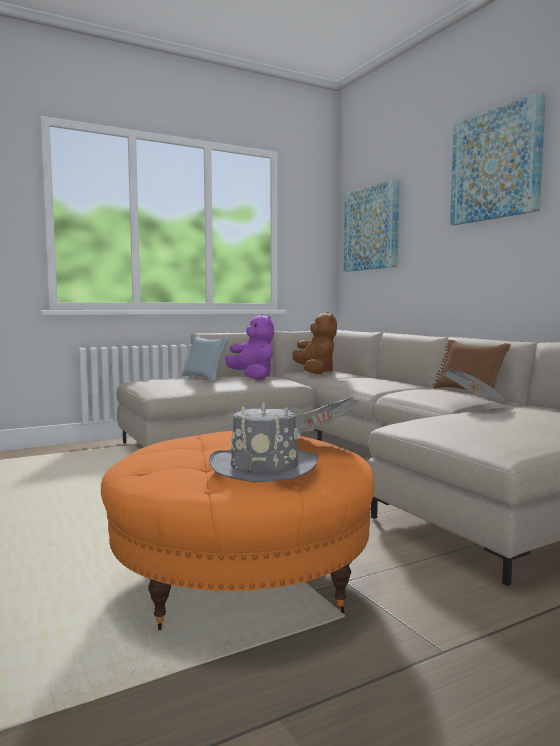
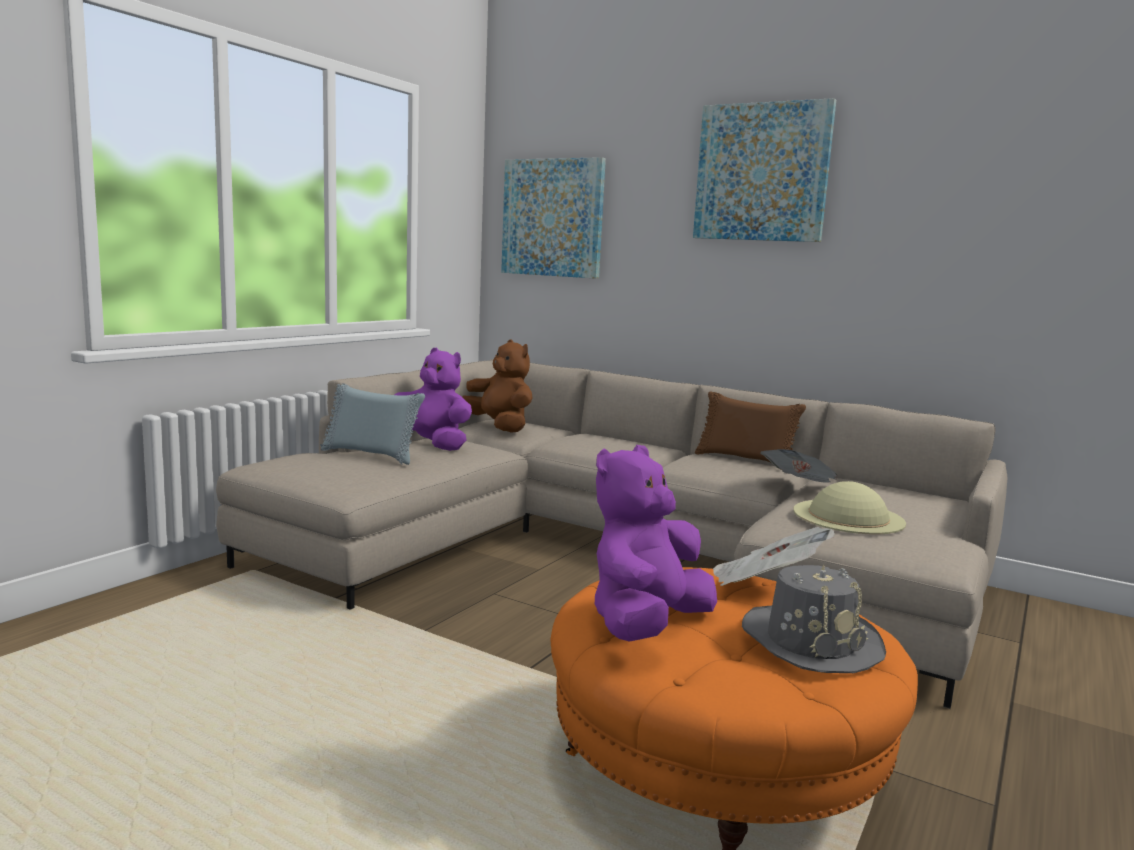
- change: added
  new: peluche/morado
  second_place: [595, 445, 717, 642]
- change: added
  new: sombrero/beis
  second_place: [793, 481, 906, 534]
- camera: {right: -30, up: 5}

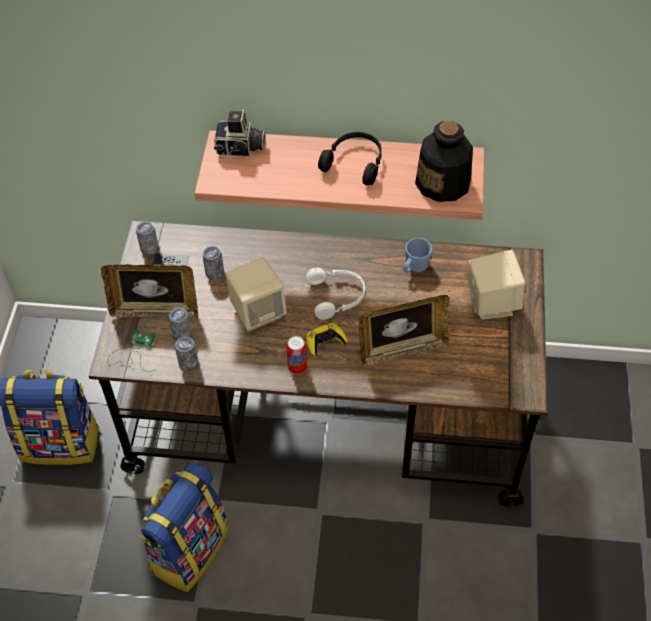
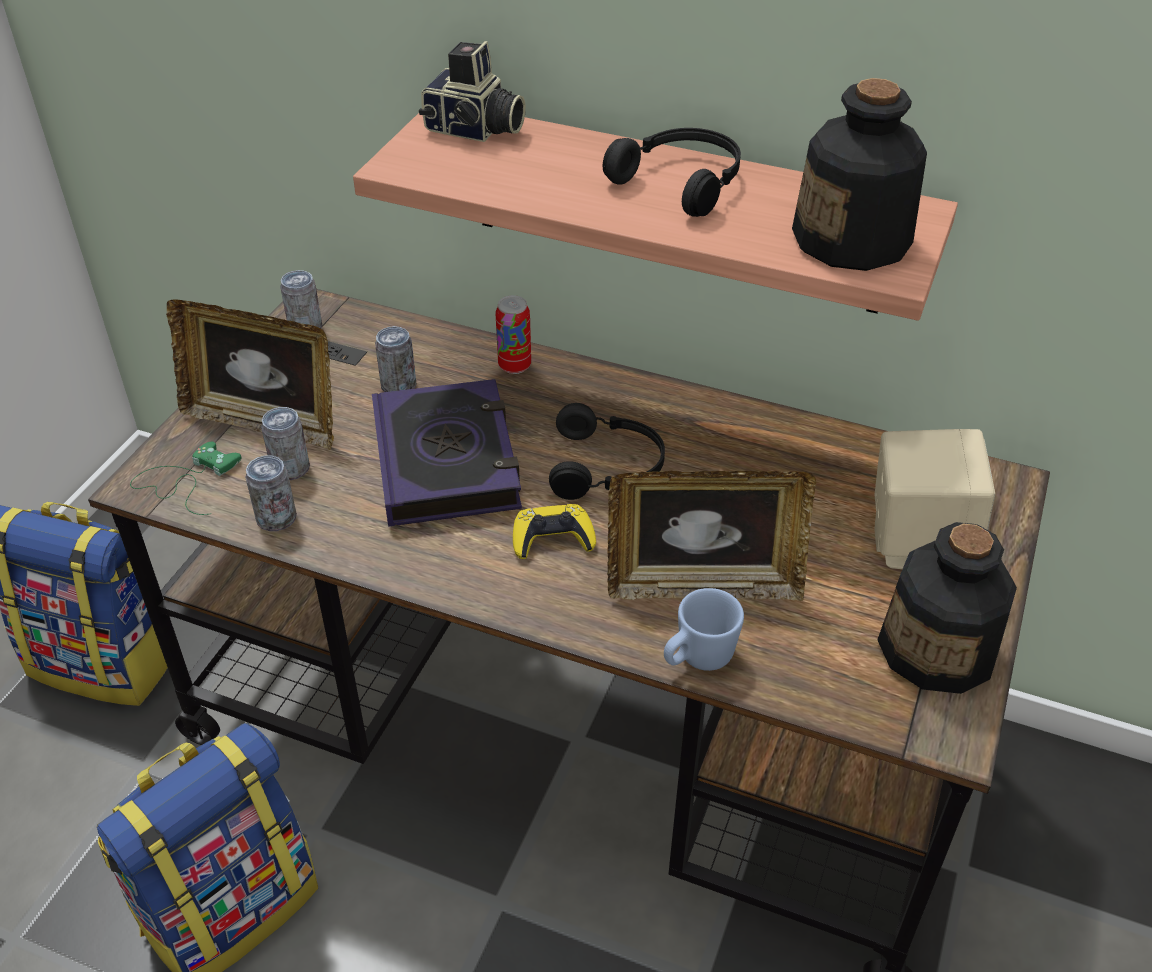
- change: replaced
  old: altavoz/beis
  new: libro
  first_place: [225, 258, 287, 331]
  second_place: [372, 379, 522, 527]
- change: moved
  old: lata
  first_place: [286, 336, 307, 374]
  second_place: [496, 295, 531, 374]
- change: recoloured
  old: auriculares/blanco
  new: auriculares/negro
  first_place: [306, 268, 365, 320]
  second_place: [549, 403, 665, 500]
- change: moved
  old: taza grande/azul
  first_place: [403, 238, 433, 273]
  second_place: [664, 588, 744, 671]
- change: added
  new: botella
  second_place: [877, 522, 1017, 694]
- camera: {right: 15, up: -10}

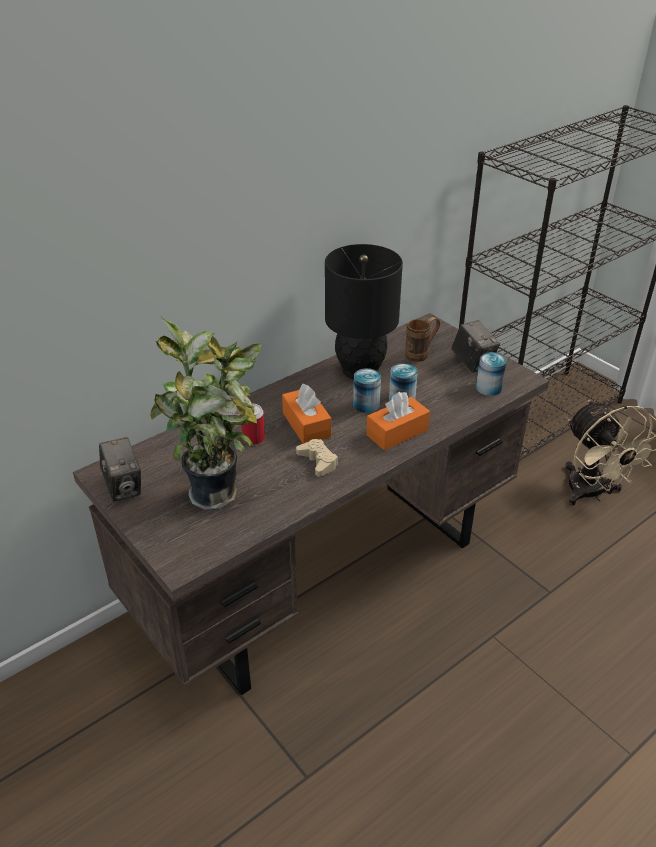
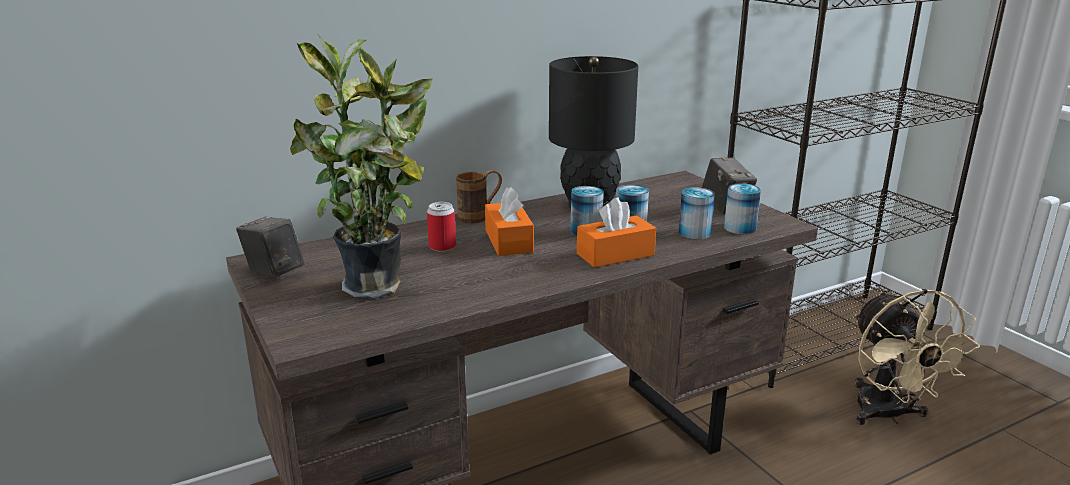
- change: turned
  old: cámara
  first_place: [99, 437, 141, 502]
  second_place: [236, 216, 305, 277]
  degrees: 150
- change: moved
  old: taza grande/marrón
  first_place: [405, 317, 440, 362]
  second_place: [456, 170, 502, 224]
- change: added
  new: lata
  second_place: [679, 187, 715, 239]
- change: removed
  old: mando de consola/beis
  first_place: [296, 439, 339, 477]
- camera: {right: 10, up: -15}

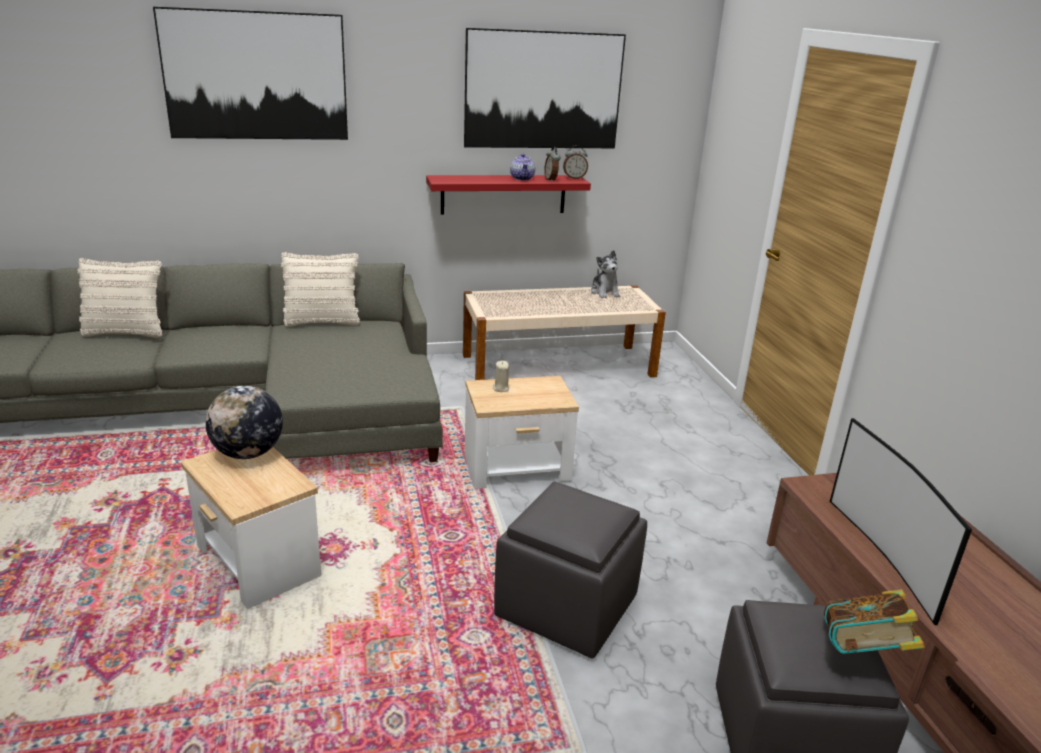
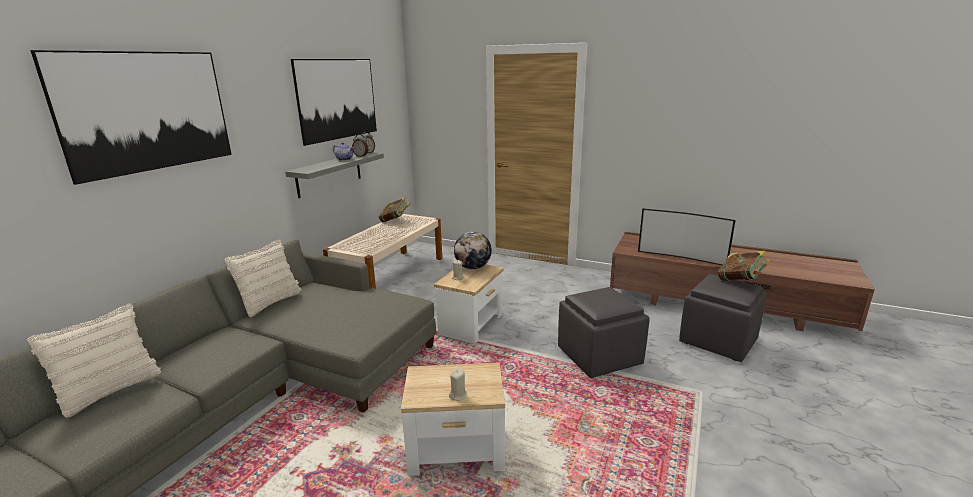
- change: recoloured
  old: estante/rojo
  new: estante/gris
  first_place: [426, 175, 591, 214]
  second_place: [285, 153, 384, 198]
- change: replaced
  old: peluche
  new: libro
  first_place: [591, 250, 620, 298]
  second_place: [379, 197, 410, 222]
- change: added
  new: vela/beis
  second_place: [449, 368, 467, 401]
- change: moved
  old: globo terráqueo
  first_place: [205, 386, 283, 459]
  second_place: [454, 231, 492, 269]
- camera: {right: -50, up: -5}

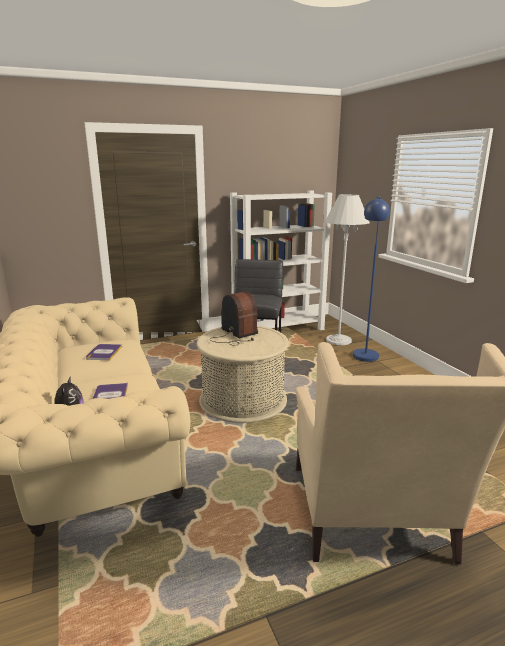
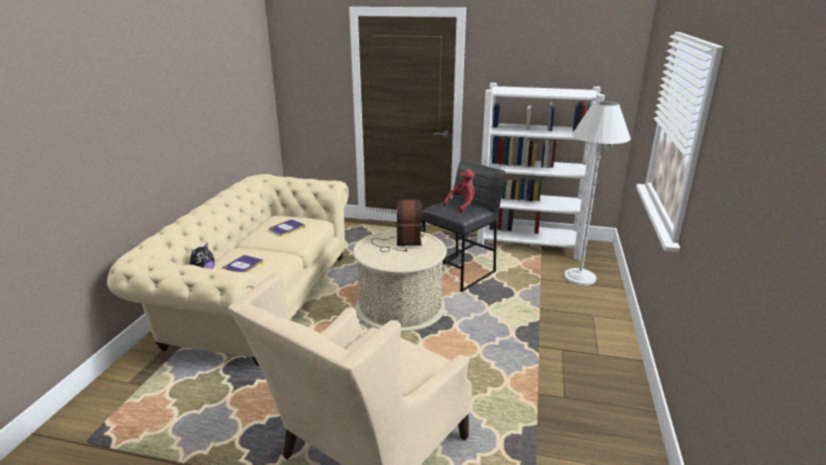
- change: added
  new: peluche/rojo
  second_place: [443, 169, 475, 213]
- change: removed
  old: lámpara de pie/azul
  first_place: [353, 196, 390, 362]
- camera: {right: 35, up: 5}

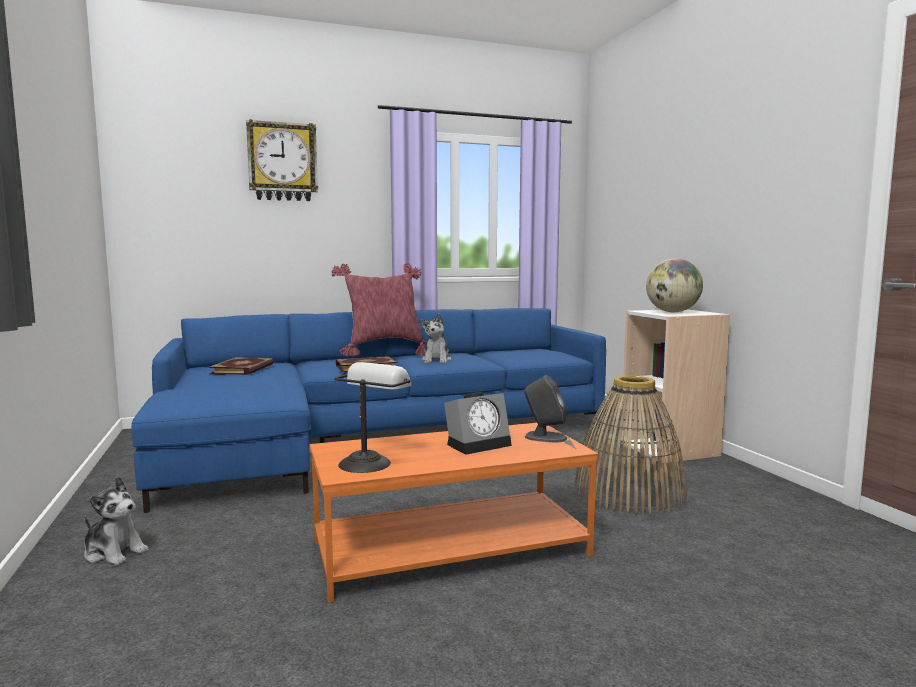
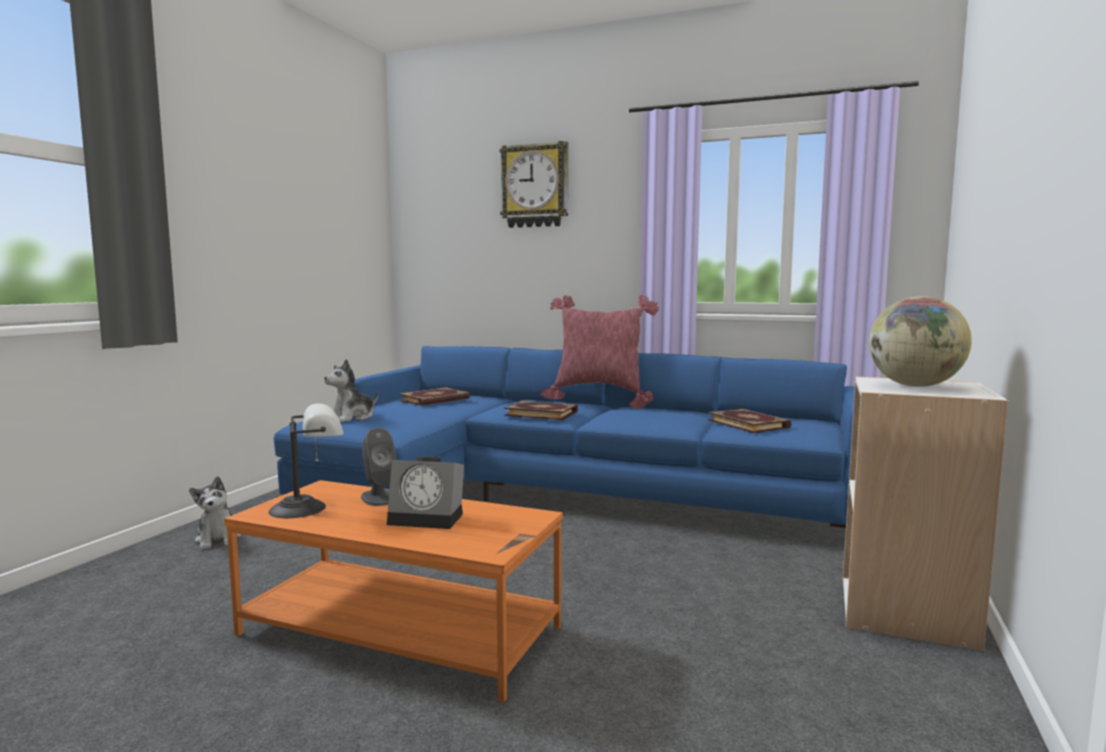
- change: moved
  old: peluche
  first_place: [421, 313, 452, 363]
  second_place: [324, 359, 378, 422]
- change: moved
  old: altavoz/gris
  first_place: [524, 375, 567, 442]
  second_place: [361, 428, 396, 506]
- change: added
  new: libro
  second_place: [708, 409, 791, 433]
- change: removed
  old: cesta
  first_place: [575, 376, 687, 515]
- camera: {right: 40, up: 0}

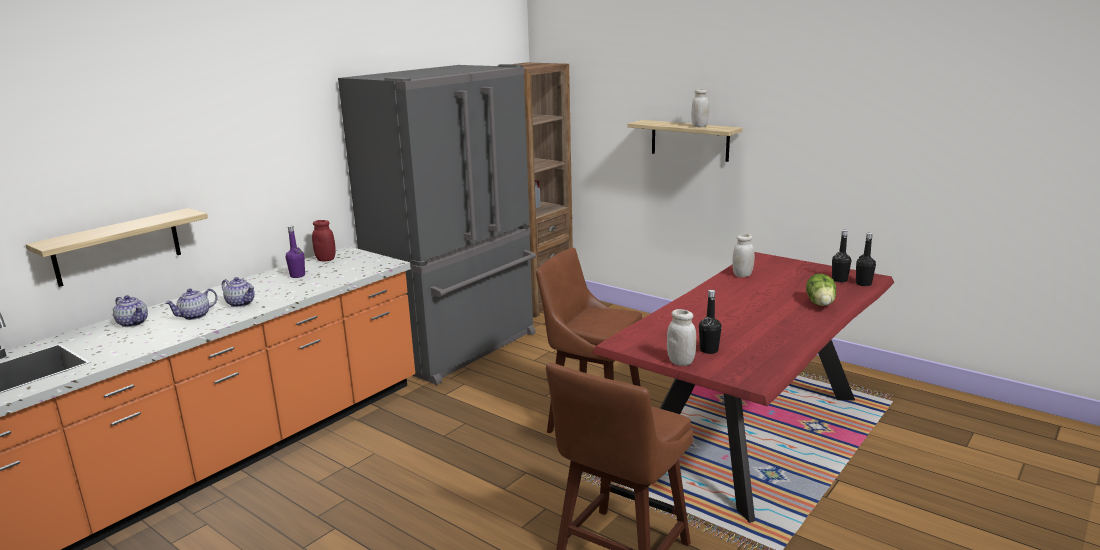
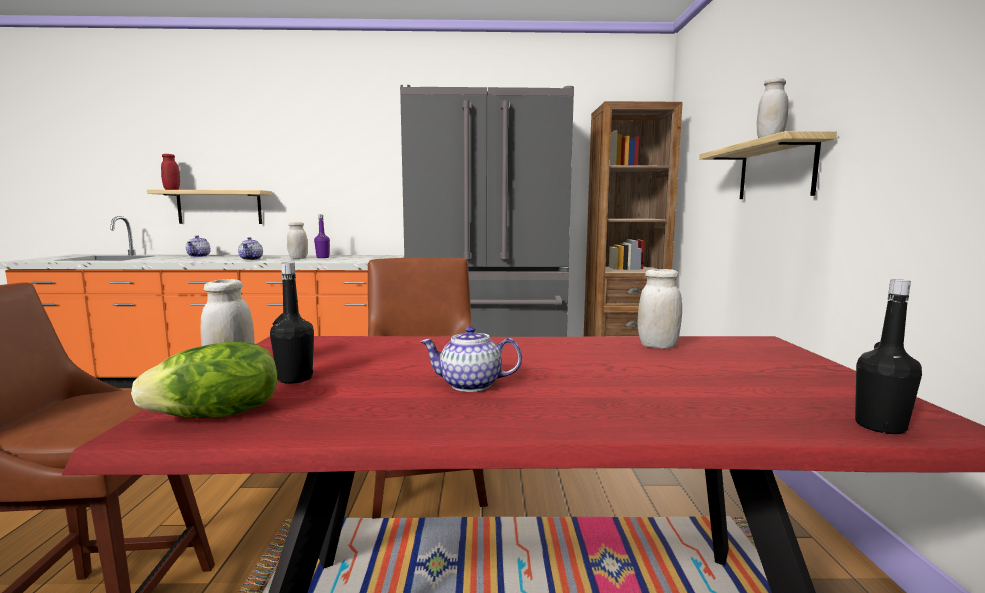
- change: moved
  old: lechuga
  first_place: [806, 274, 836, 306]
  second_place: [131, 342, 277, 418]
- change: moved
  old: tarro/rojo
  first_place: [312, 220, 336, 261]
  second_place: [161, 154, 180, 190]
- change: added
  new: tarro/blanco
  second_place: [287, 222, 308, 259]
- change: moved
  old: tetera
  first_place: [165, 289, 218, 320]
  second_place: [420, 326, 522, 392]
- change: removed
  old: botella/negro
  first_place: [832, 230, 851, 282]
- camera: {right: 50, up: -10}

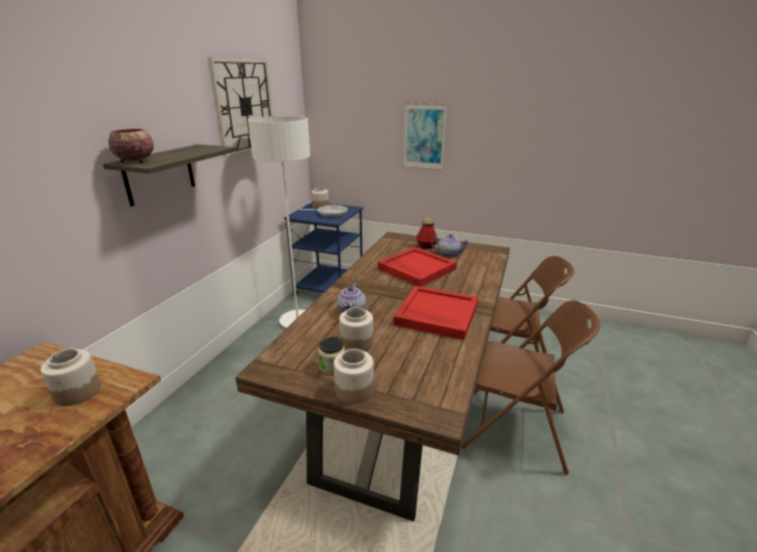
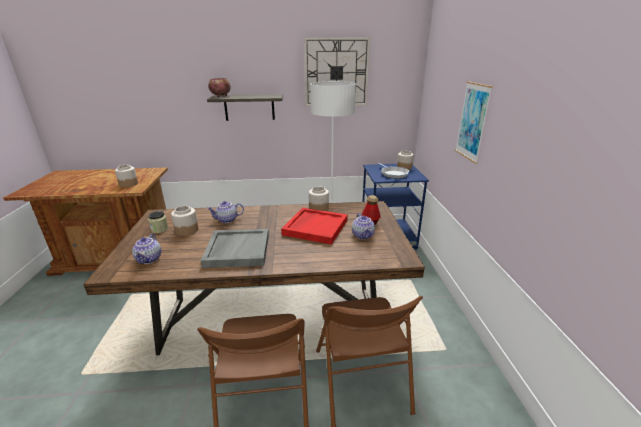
- change: added
  new: tetera
  second_place: [132, 233, 161, 264]
- change: recoloured
  old: bandeja/rojo
  new: bandeja/gris
  first_place: [394, 286, 478, 340]
  second_place: [201, 229, 269, 268]
- change: moved
  old: tarro
  first_place: [334, 349, 374, 404]
  second_place: [309, 186, 329, 211]
- camera: {right: 65, up: 0}

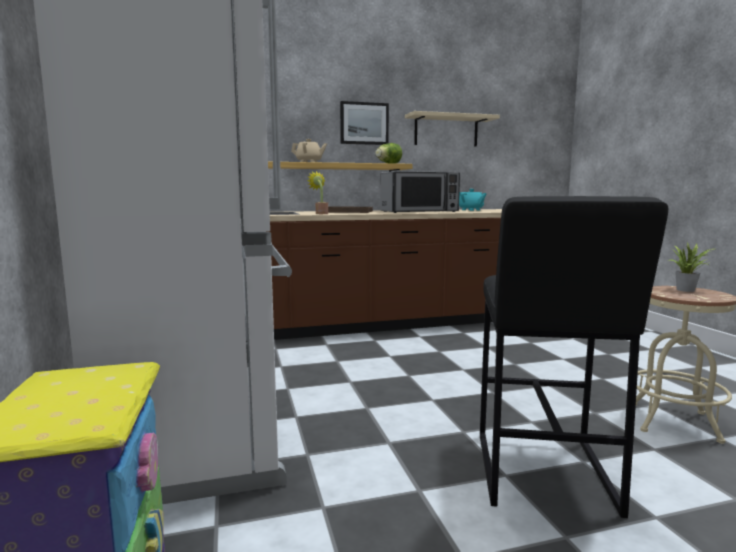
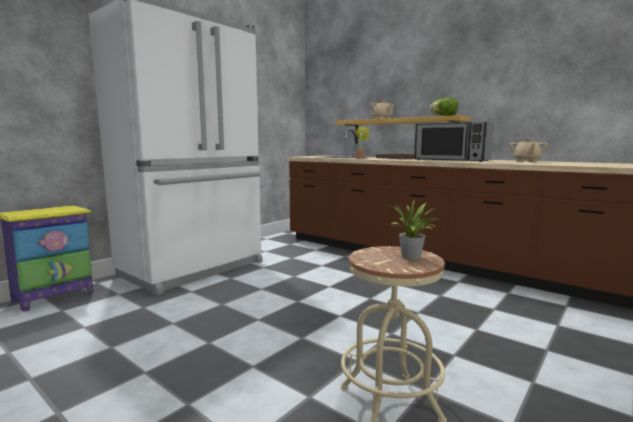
- change: recoloured
  old: tetera/turquesa
  new: tetera/beis
  first_place: [459, 189, 487, 211]
  second_place: [509, 138, 548, 162]
- change: removed
  old: cuadro
  first_place: [340, 101, 389, 145]
- change: removed
  old: estante/beis
  first_place: [405, 111, 500, 147]
- change: removed
  old: taburete/negro
  first_place: [480, 196, 668, 518]
- camera: {right: 55, up: 0}

